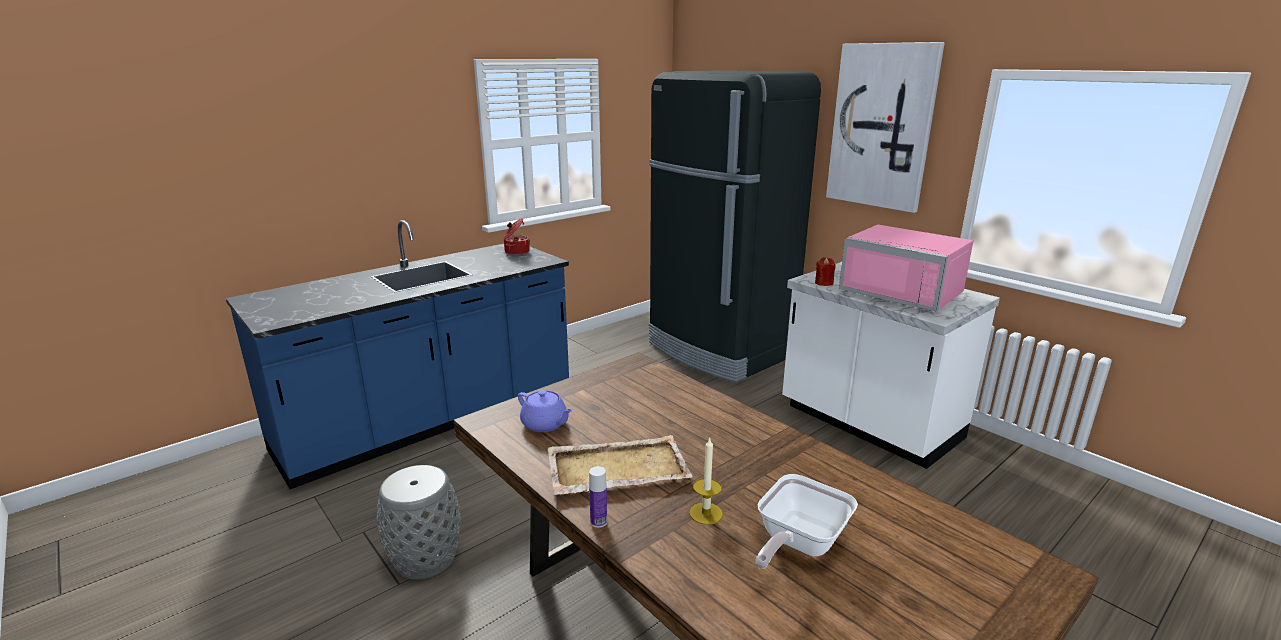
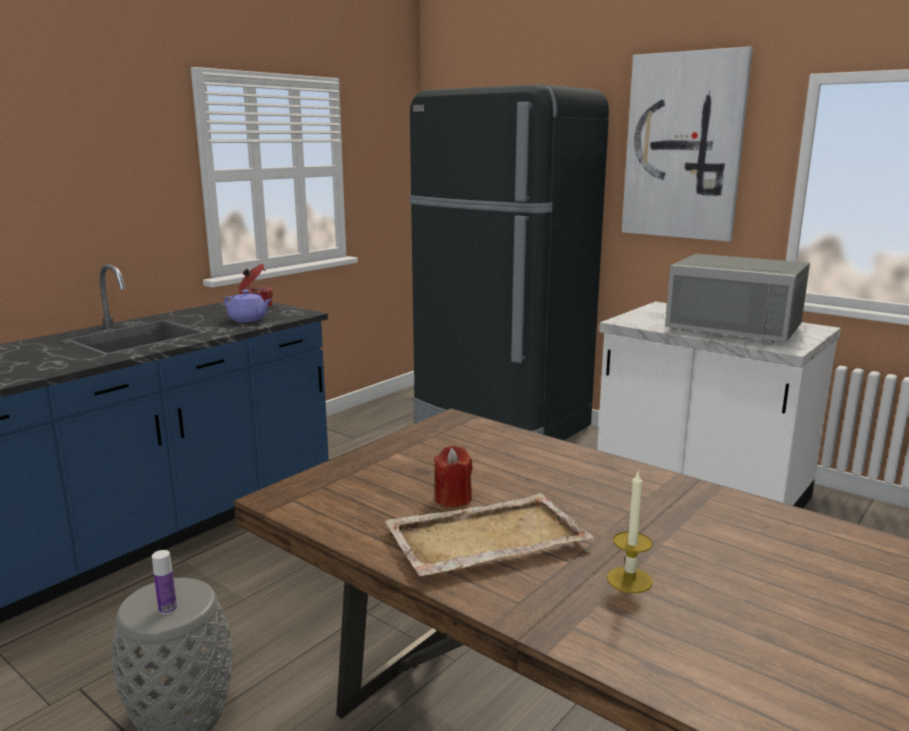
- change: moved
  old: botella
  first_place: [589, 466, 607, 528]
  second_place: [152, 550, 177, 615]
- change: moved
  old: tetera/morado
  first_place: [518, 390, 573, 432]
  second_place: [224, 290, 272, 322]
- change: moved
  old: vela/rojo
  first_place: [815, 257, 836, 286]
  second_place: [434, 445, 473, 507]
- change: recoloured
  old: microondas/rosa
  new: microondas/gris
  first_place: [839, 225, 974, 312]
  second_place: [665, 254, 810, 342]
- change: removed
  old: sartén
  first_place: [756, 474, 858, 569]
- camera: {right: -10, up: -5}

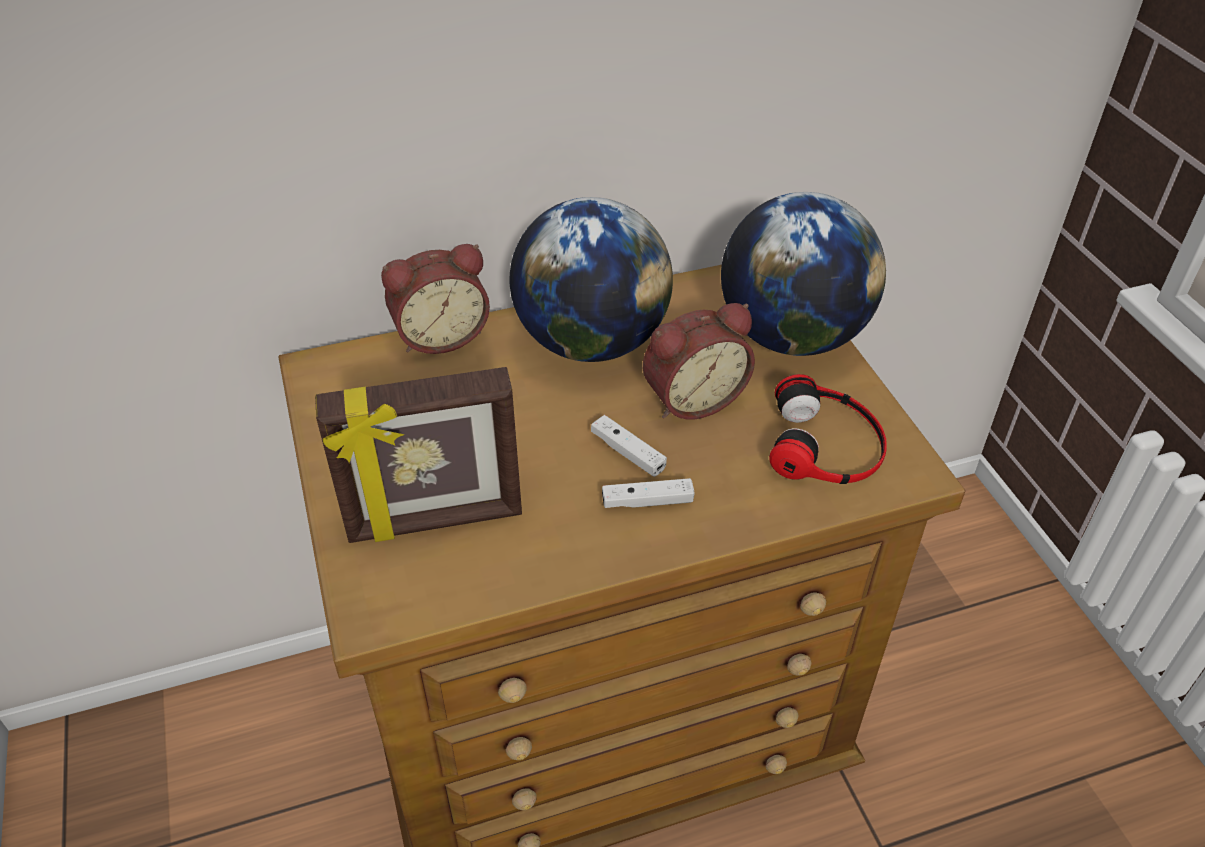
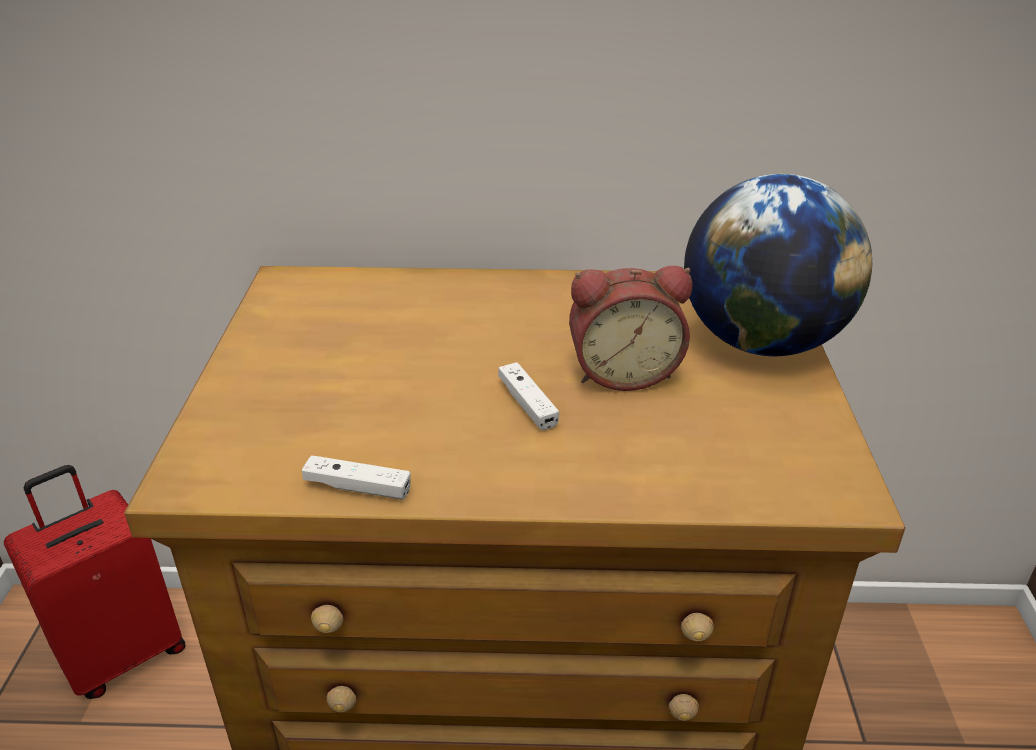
- change: added
  new: maleta/rojo
  second_place: [4, 465, 185, 699]
- change: moved
  old: mando de consola/blanco
  first_place: [602, 478, 695, 508]
  second_place: [302, 455, 411, 500]
- change: removed
  old: portarretratos
  first_place: [315, 367, 522, 543]
- change: removed
  old: despertador
  first_place: [381, 244, 490, 354]
- change: removed
  old: globo terráqueo
  first_place: [510, 197, 673, 362]
- change: removed
  old: auriculares
  first_place: [769, 374, 887, 484]
- camera: {right: 20, up: -10}

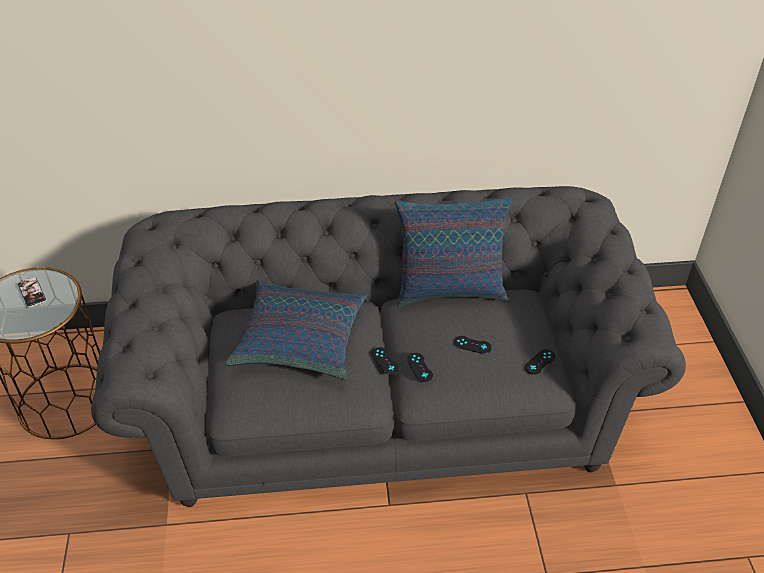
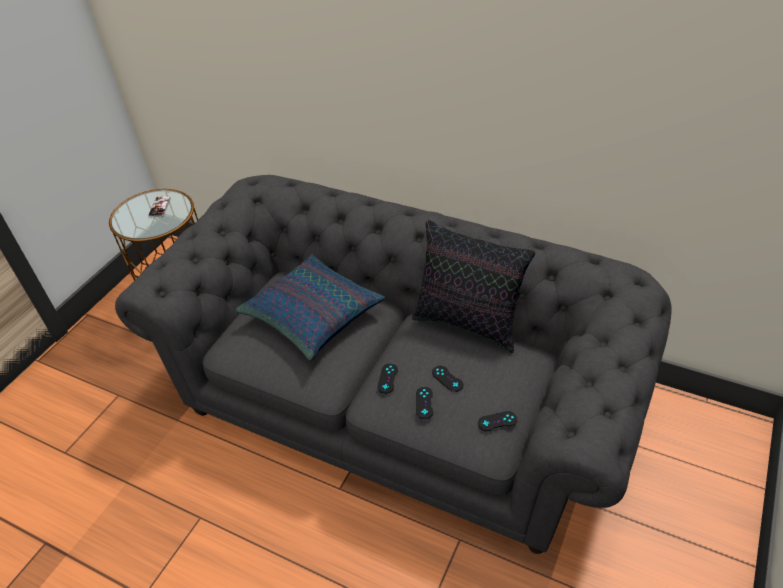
- change: recoloured
  old: cojín/azul
  new: cojín/negro
  first_place: [396, 197, 512, 307]
  second_place: [412, 220, 535, 353]
- change: moved
  old: mando de consola/negro
  first_place: [371, 347, 399, 375]
  second_place: [416, 387, 433, 419]
- camera: {right: 35, up: 0}

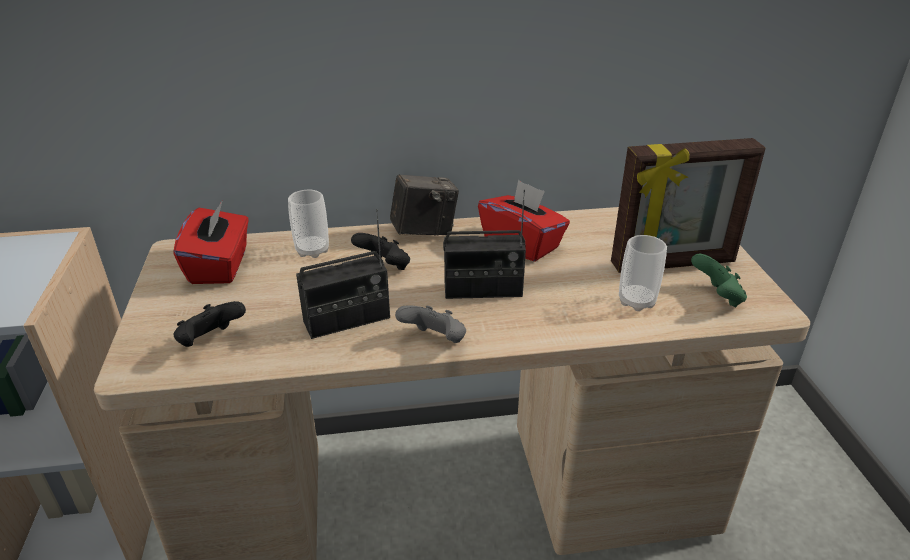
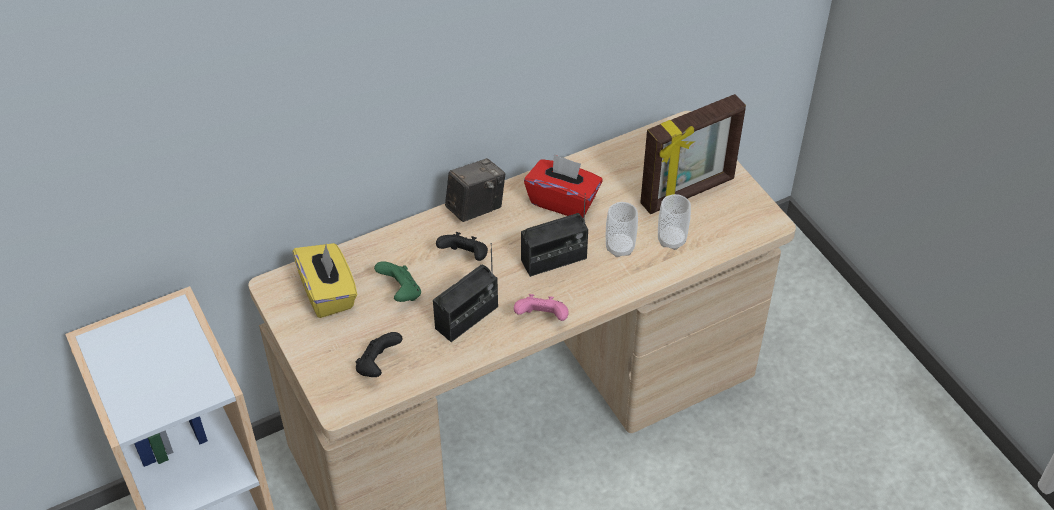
- change: recoloured
  old: caja de pañuelos/rojo
  new: caja de pañuelos/amarillo
  first_place: [173, 200, 249, 284]
  second_place: [293, 243, 357, 318]
- change: moved
  old: mando de consola/verde
  first_place: [691, 254, 747, 307]
  second_place: [374, 261, 421, 302]
- change: recoloured
  old: mando de consola/gris
  new: mando de consola/rosa
  first_place: [395, 305, 466, 343]
  second_place: [514, 294, 569, 321]
- change: moved
  old: taza
  first_place: [288, 190, 329, 258]
  second_place: [606, 202, 638, 257]
- camera: {right: -20, up: 15}

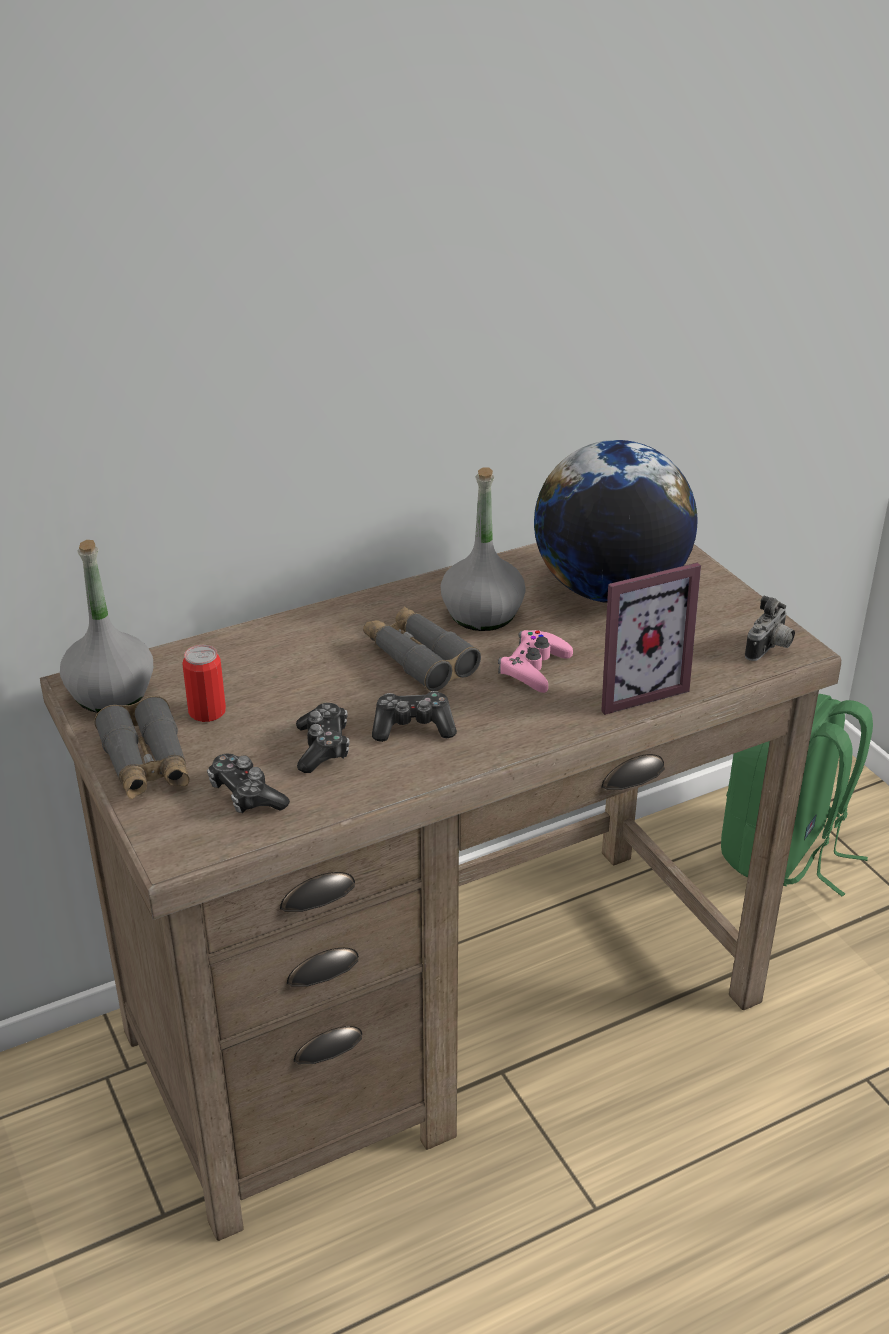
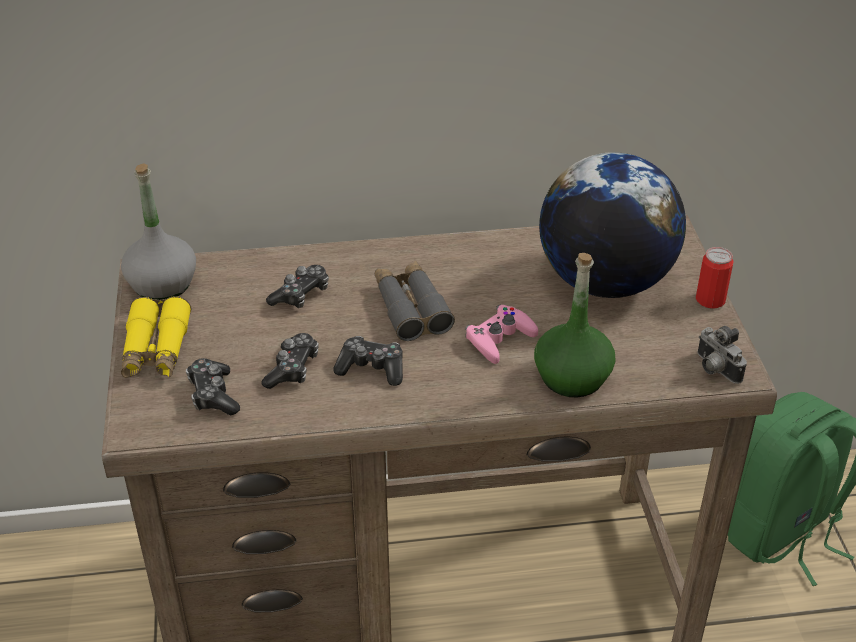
- change: recoloured
  old: prismáticos/gris
  new: prismáticos/amarillo
  first_place: [94, 696, 190, 799]
  second_place: [121, 296, 192, 378]
- change: added
  new: mando de consola
  second_place: [266, 265, 329, 308]
- change: replaced
  old: portarretratos
  new: botella/verde
  first_place: [601, 562, 701, 715]
  second_place: [534, 253, 615, 397]
- change: moved
  old: lata
  first_place: [182, 645, 226, 722]
  second_place: [696, 247, 734, 309]
- change: turned
  old: cámara
  first_place: [745, 596, 795, 661]
  second_place: [697, 326, 747, 384]
  degrees: 90
- change: removed
  old: botella/gris
  first_place: [441, 468, 526, 631]
- camera: {right: 20, up: 5}

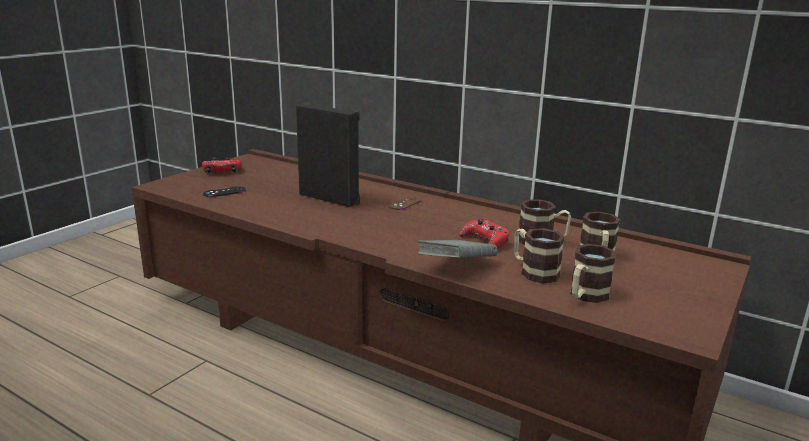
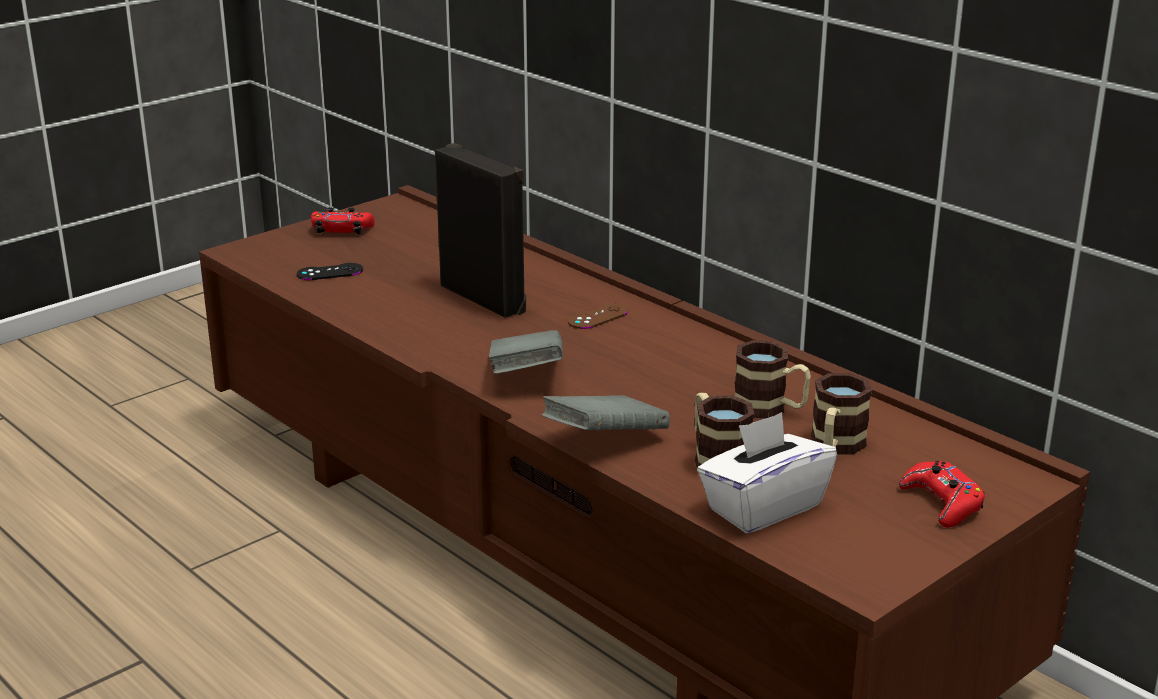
- change: added
  new: libro/gris
  second_place: [489, 330, 563, 374]
- change: replaced
  old: taza grande
  new: caja de pañuelos/blanco
  first_place: [570, 244, 616, 303]
  second_place: [697, 412, 837, 533]
- change: moved
  old: mando de consola/rojo
  first_place: [460, 219, 509, 249]
  second_place: [899, 461, 985, 527]
- camera: {right: 15, up: 5}

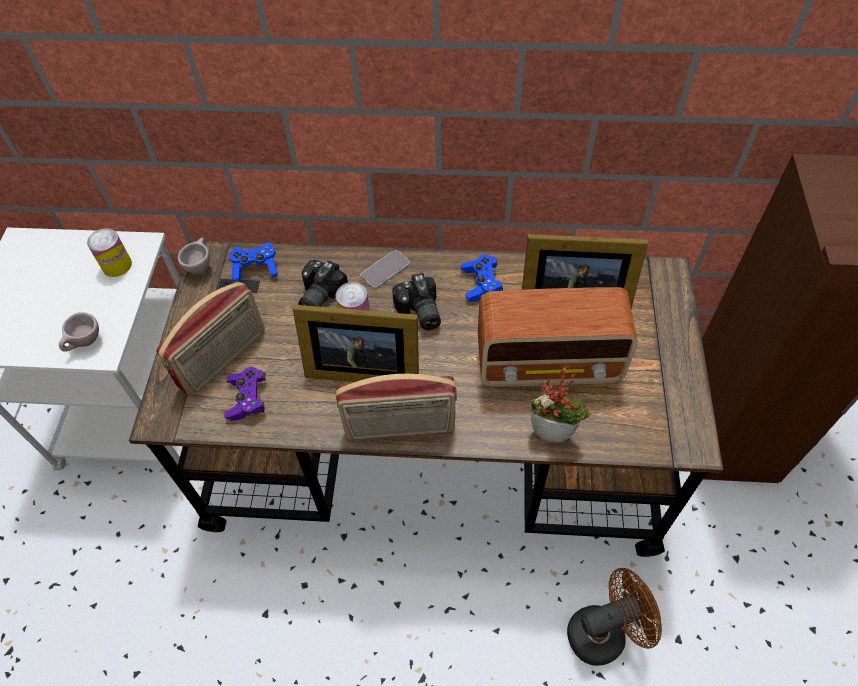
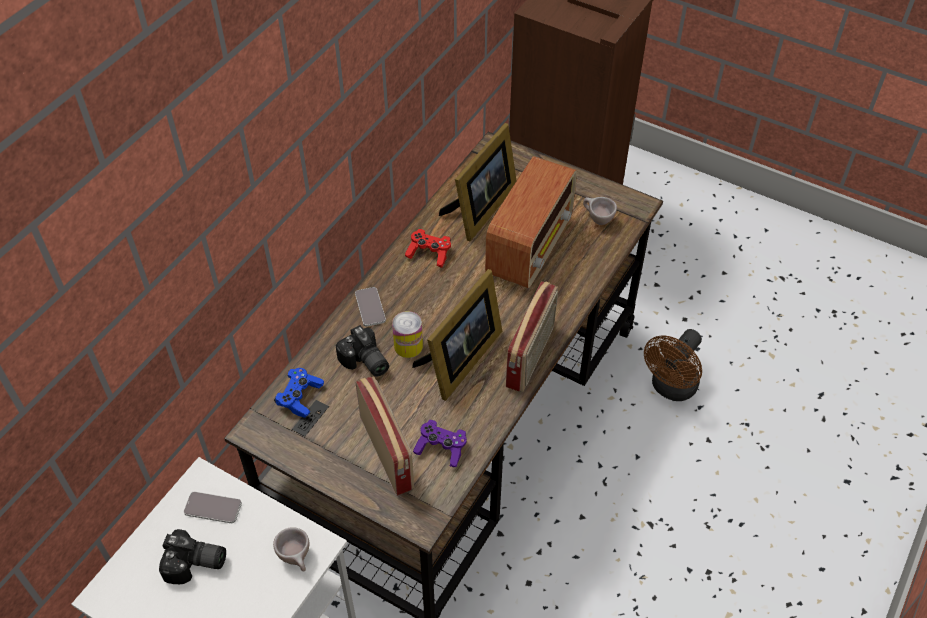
- change: moved
  old: cámara
  first_place: [392, 273, 441, 330]
  second_place: [159, 529, 226, 584]
- change: replaced
  old: lata
  new: móvil
  first_place: [87, 228, 132, 277]
  second_place: [184, 491, 242, 523]
- change: recoloured
  old: mando de consola/azul
  new: mando de consola/rojo
  first_place: [461, 255, 503, 302]
  second_place: [405, 229, 451, 268]
- change: moved
  old: taza/beis
  first_place: [178, 238, 210, 274]
  second_place: [583, 197, 617, 225]
- change: turned
  old: ventilador/marrón
  first_place: [567, 568, 662, 666]
  second_place: [644, 329, 702, 401]
  degrees: -150
- change: removed
  old: planta en maceta
  first_place: [531, 365, 590, 443]
- camera: {right: -65, up: -5}

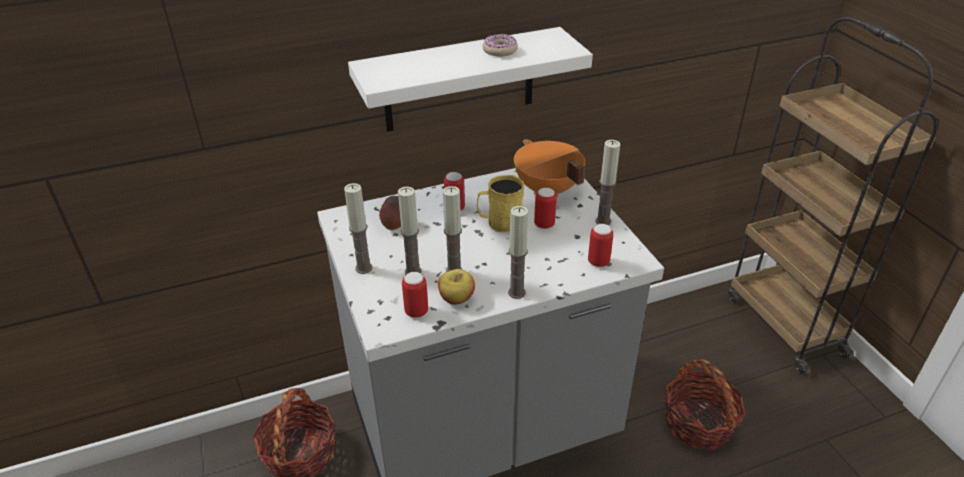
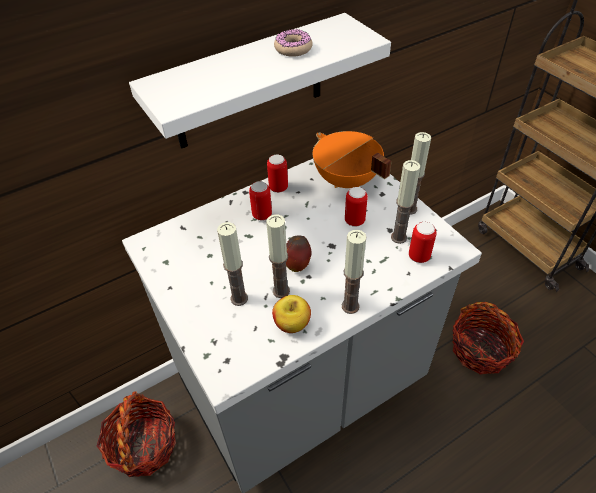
- change: moved
  old: lata
  first_place: [402, 272, 428, 318]
  second_place: [267, 155, 288, 193]
- change: moved
  old: manzana
  first_place: [379, 196, 401, 230]
  second_place: [286, 235, 312, 272]
- change: moved
  old: vela
  first_place: [344, 183, 373, 274]
  second_place: [391, 160, 420, 244]
- change: removed
  old: taza grande/amarillo
  first_place: [477, 175, 525, 232]
- camera: {right: -10, up: 10}

